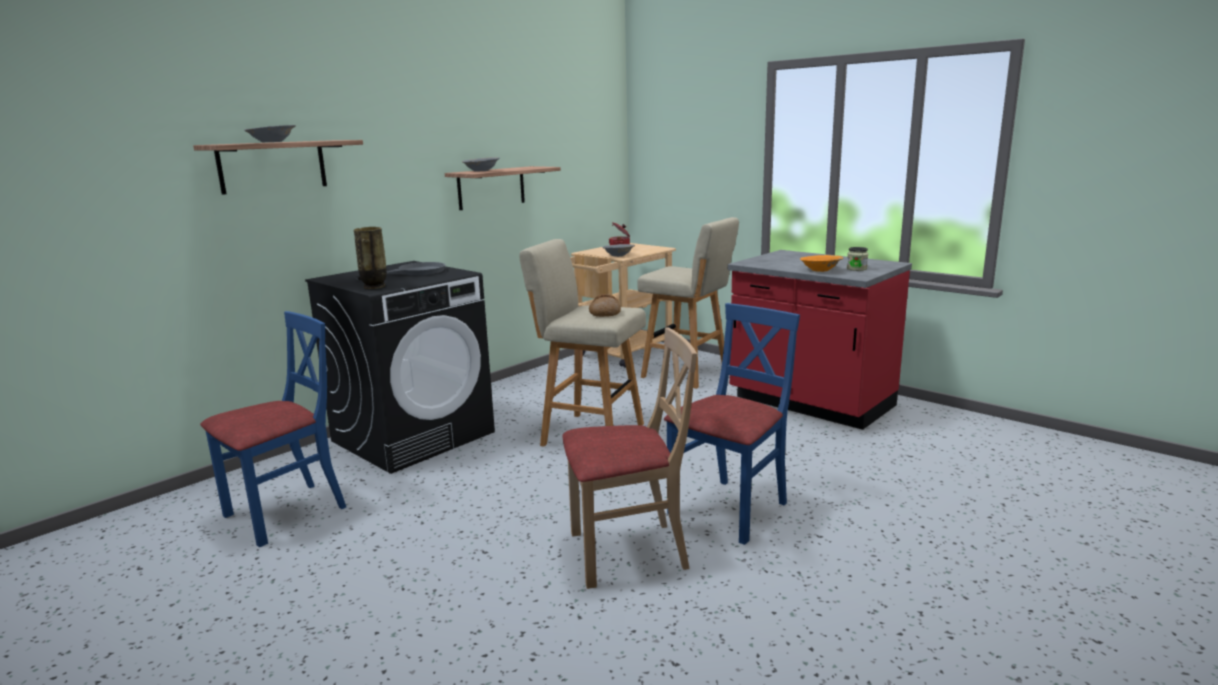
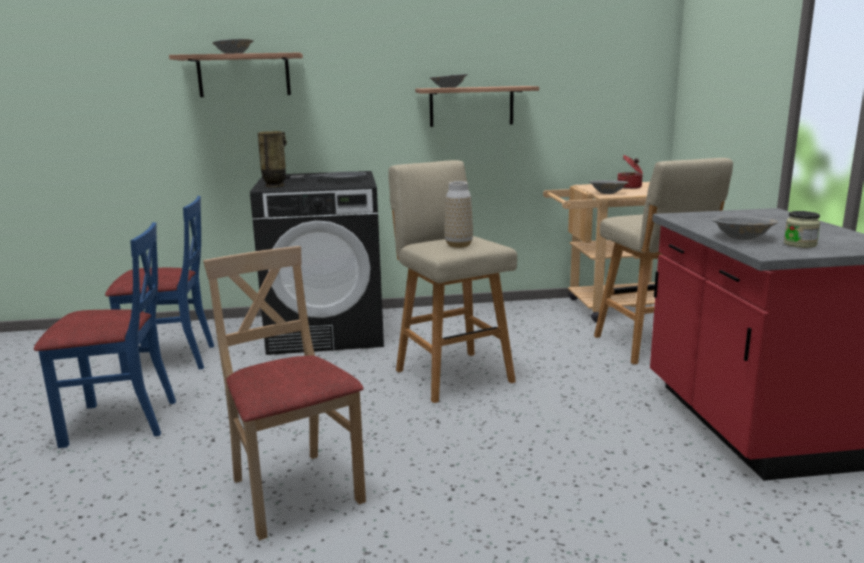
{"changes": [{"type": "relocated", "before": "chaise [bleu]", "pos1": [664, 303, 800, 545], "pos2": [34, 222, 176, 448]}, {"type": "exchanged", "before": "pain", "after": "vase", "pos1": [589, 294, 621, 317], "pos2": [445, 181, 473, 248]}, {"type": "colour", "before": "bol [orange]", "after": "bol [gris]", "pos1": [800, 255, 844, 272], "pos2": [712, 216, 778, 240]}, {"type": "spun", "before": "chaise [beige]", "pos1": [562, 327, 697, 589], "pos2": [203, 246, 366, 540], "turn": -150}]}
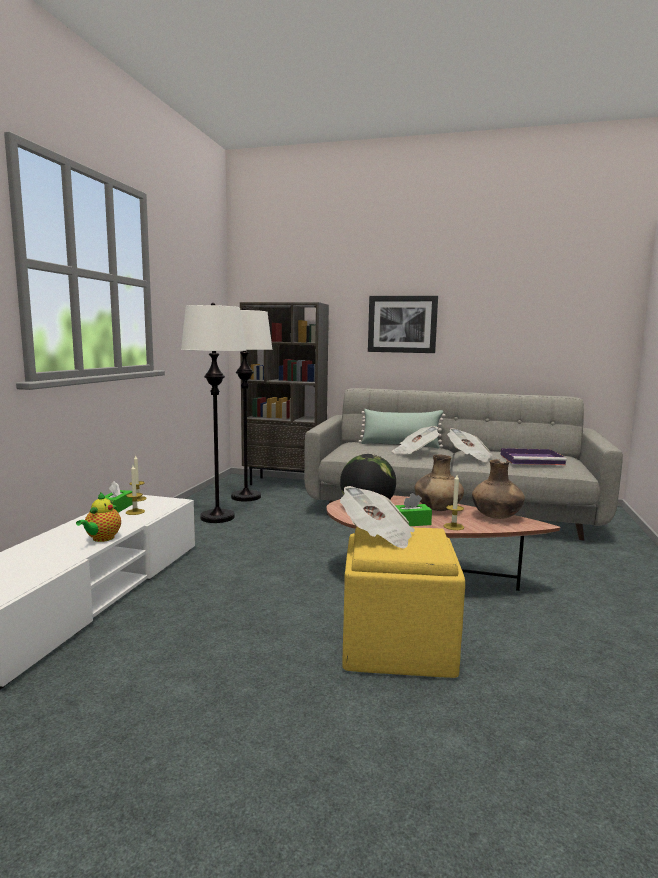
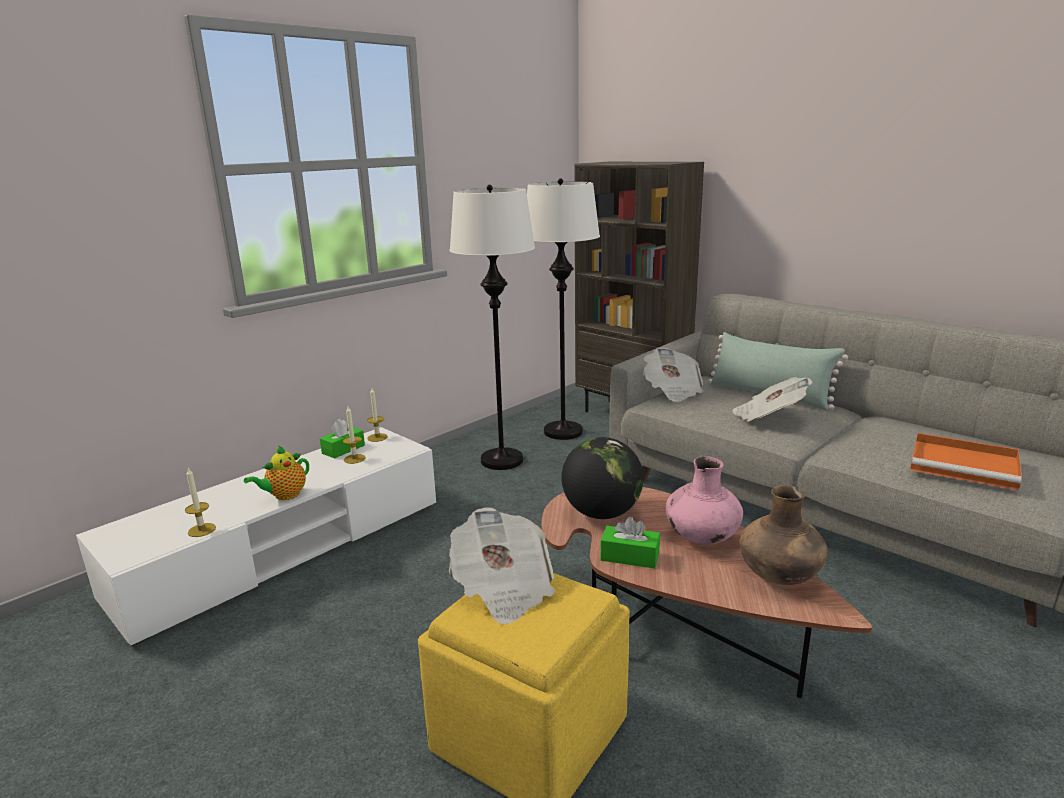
{"changes": [{"type": "missing", "before": "tableau", "pos1": [368, 296, 438, 353]}, {"type": "relocated", "before": "bougie", "pos1": [444, 475, 464, 530], "pos2": [185, 468, 216, 537]}, {"type": "relocated", "before": "journal", "pos1": [448, 428, 493, 462], "pos2": [643, 347, 703, 402]}, {"type": "colour", "before": "vase [marron]", "after": "vase [rose]", "pos1": [415, 454, 464, 511], "pos2": [666, 456, 743, 545]}, {"type": "colour", "before": "plateau [violet]", "after": "plateau [orange]", "pos1": [501, 448, 567, 465], "pos2": [910, 433, 1022, 491]}]}
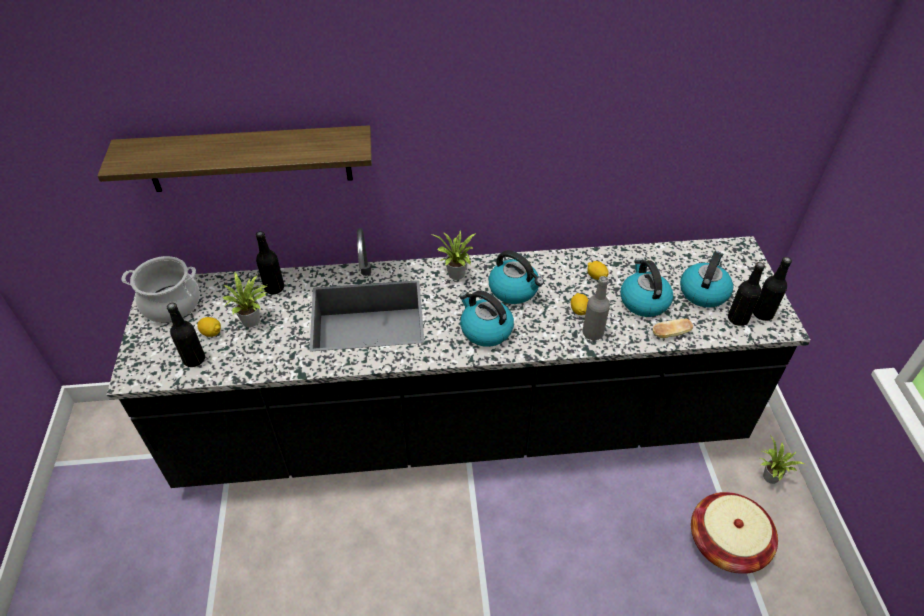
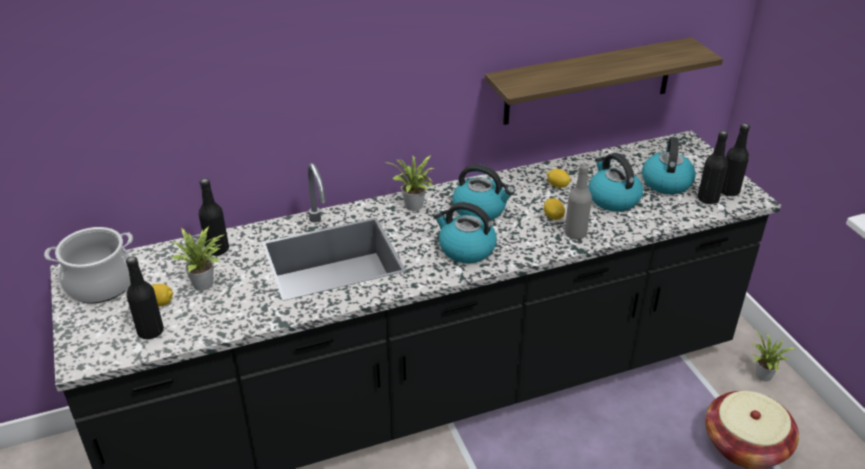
{"changes": [{"type": "missing", "before": "pain", "pos1": [652, 319, 693, 338]}, {"type": "relocated", "before": "étagère", "pos1": [97, 125, 372, 192], "pos2": [485, 37, 723, 125]}]}
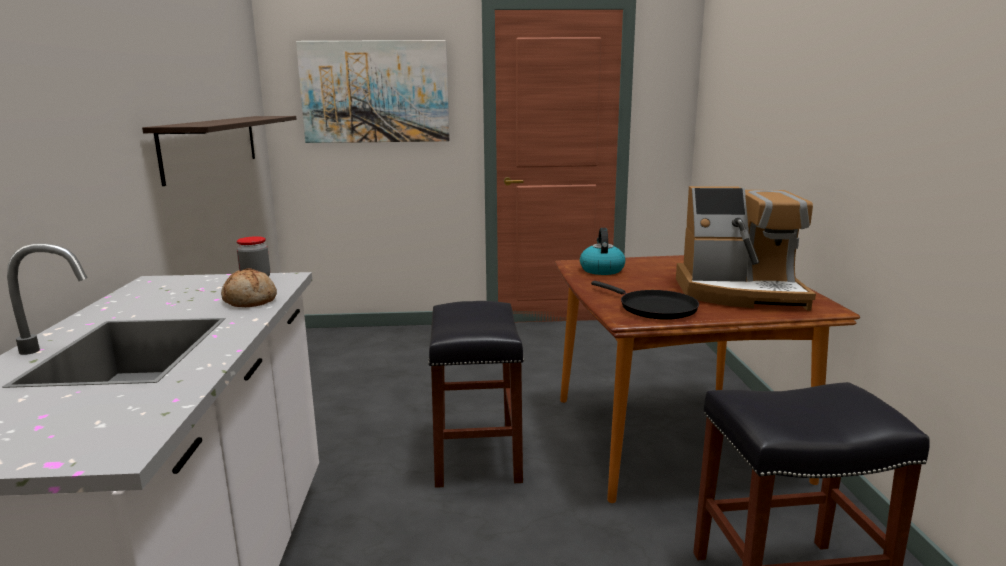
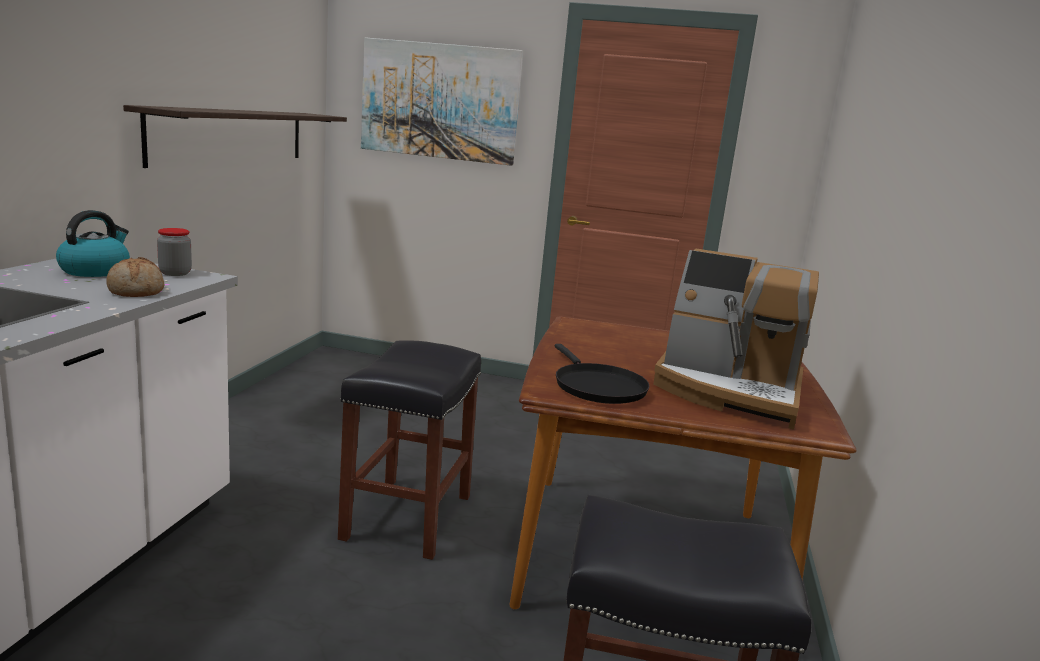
{"changes": [{"type": "relocated", "before": "bouilloire", "pos1": [580, 228, 625, 275], "pos2": [56, 210, 130, 277]}]}
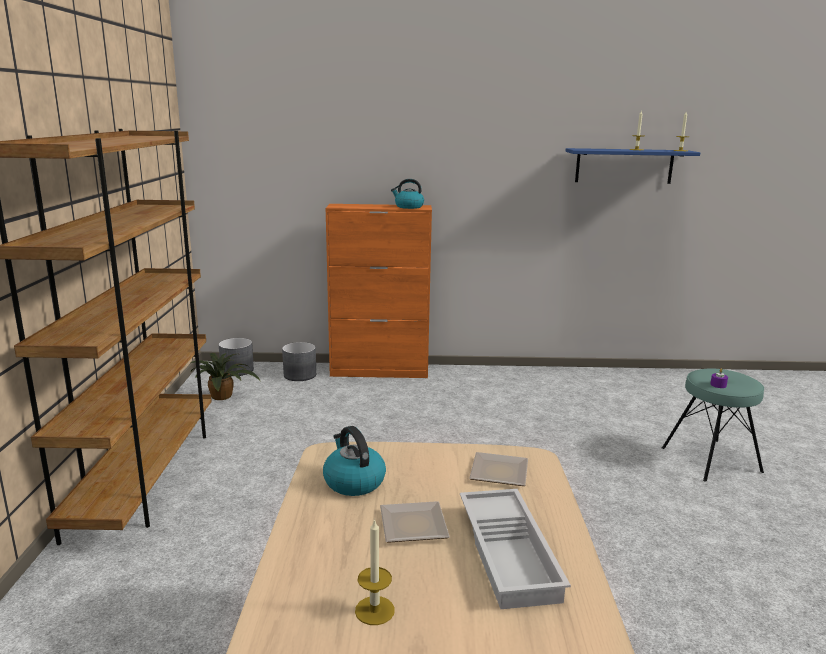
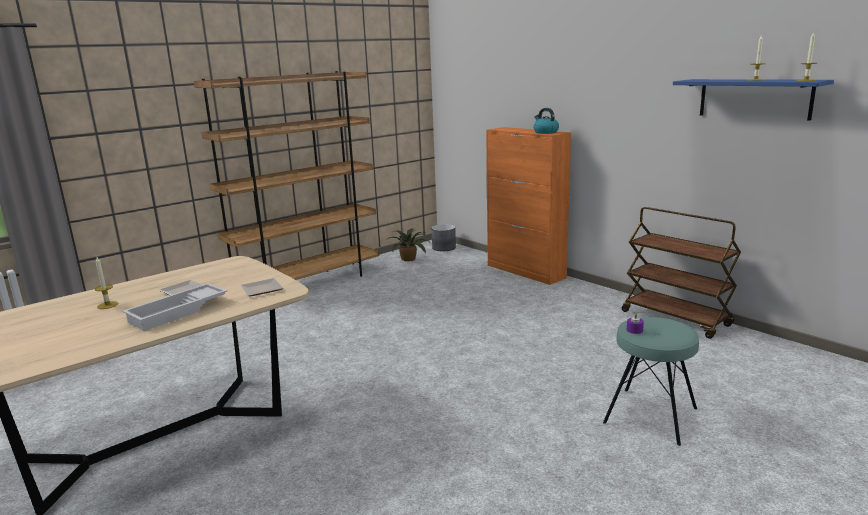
{"changes": [{"type": "missing", "before": "cache-pot [gris]", "pos1": [282, 342, 316, 381]}, {"type": "missing", "before": "bouilloire", "pos1": [323, 426, 386, 496]}, {"type": "appeared", "after": "chariot [marron]", "pos2": [622, 207, 741, 339]}]}
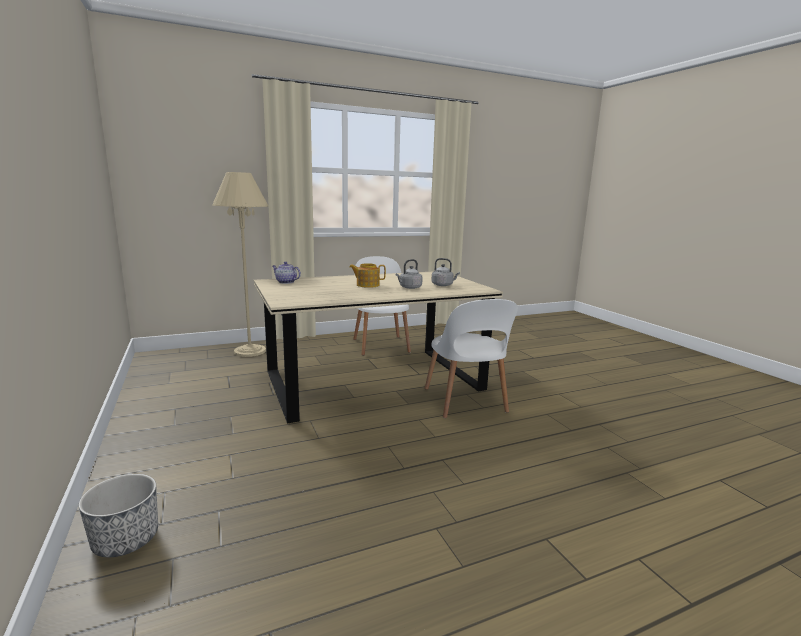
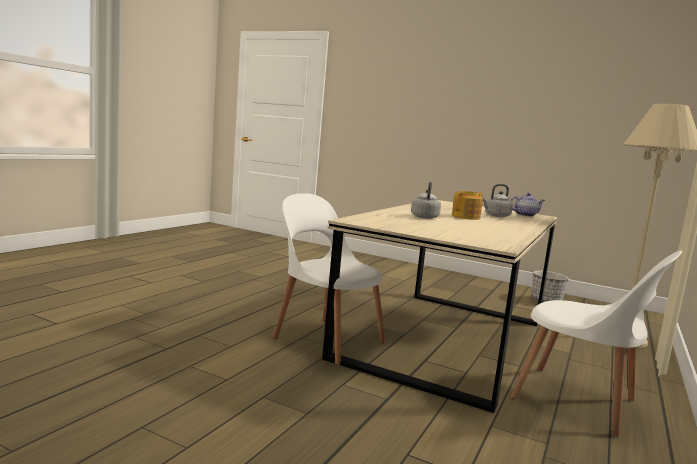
{"changes": [{"type": "relocated", "before": "cache-pot", "pos1": [78, 474, 158, 557], "pos2": [531, 271, 568, 303]}, {"type": "relocated", "before": "bouilloire [gris]", "pos1": [431, 258, 460, 286], "pos2": [482, 184, 513, 217]}]}
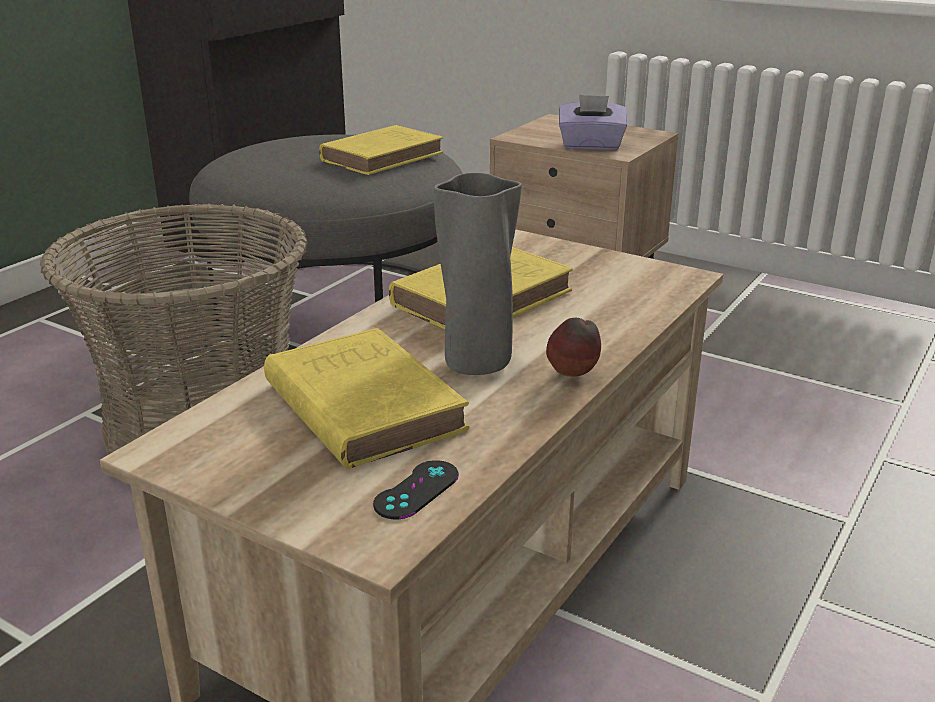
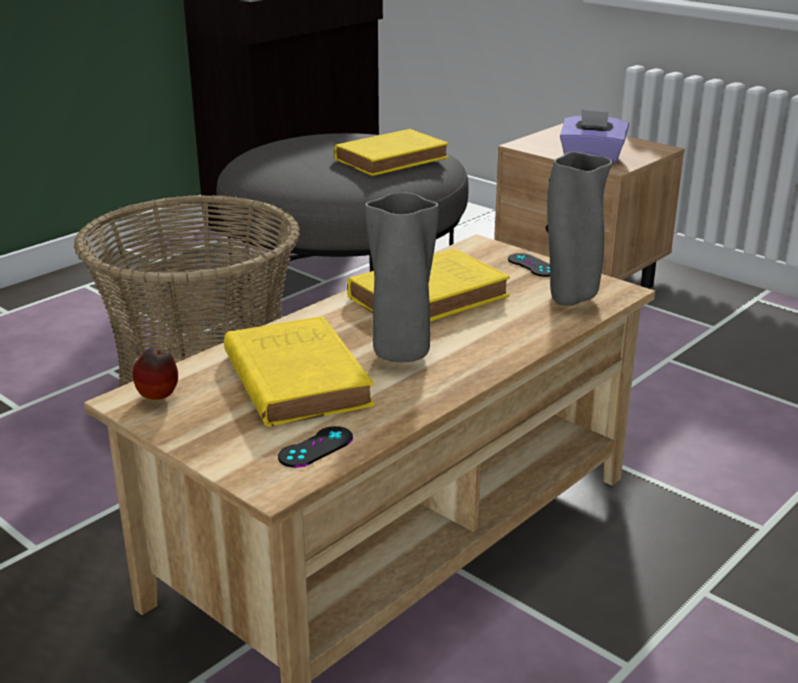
{"changes": [{"type": "appeared", "after": "manette [noir]", "pos2": [508, 253, 550, 277]}, {"type": "appeared", "after": "vase [gris]", "pos2": [547, 152, 612, 306]}, {"type": "relocated", "before": "pomme", "pos1": [546, 318, 601, 377], "pos2": [132, 347, 178, 400]}]}
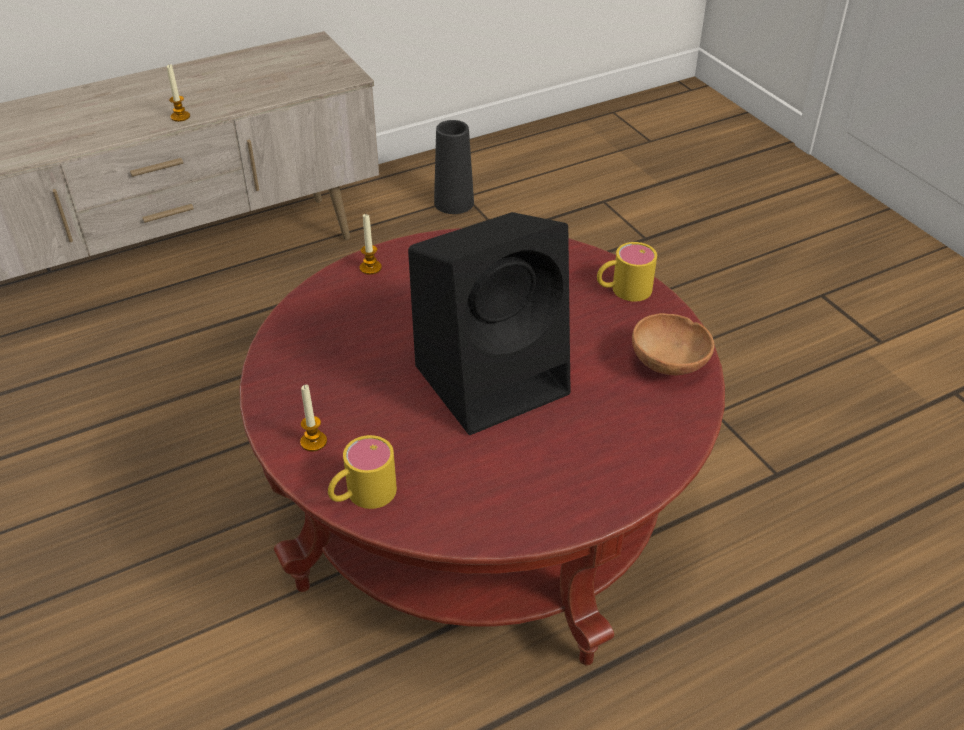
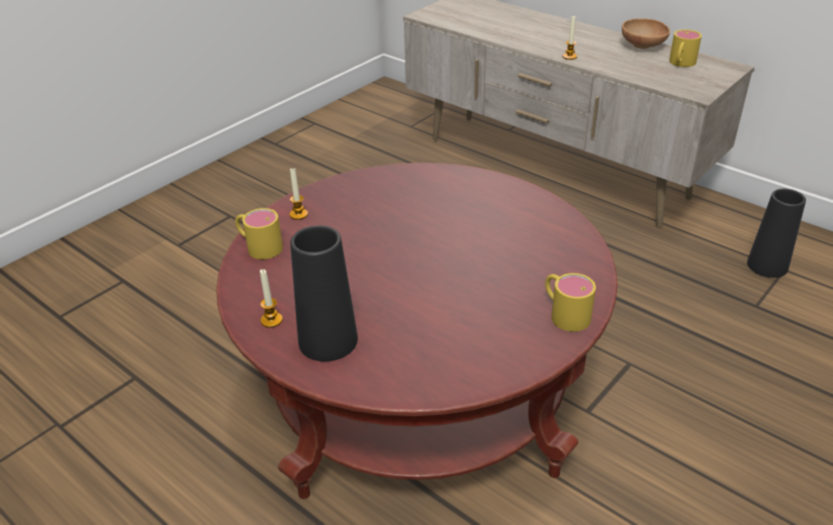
{"changes": [{"type": "missing", "before": "enceinte [noir]", "pos1": [408, 212, 571, 435]}, {"type": "appeared", "after": "vase [noir]", "pos2": [290, 225, 358, 362]}, {"type": "appeared", "after": "mug [jaune]", "pos2": [669, 30, 702, 67]}, {"type": "relocated", "before": "bougie", "pos1": [360, 214, 382, 275], "pos2": [260, 269, 283, 328]}, {"type": "relocated", "before": "bol [marron]", "pos1": [632, 313, 714, 375], "pos2": [622, 18, 670, 49]}]}
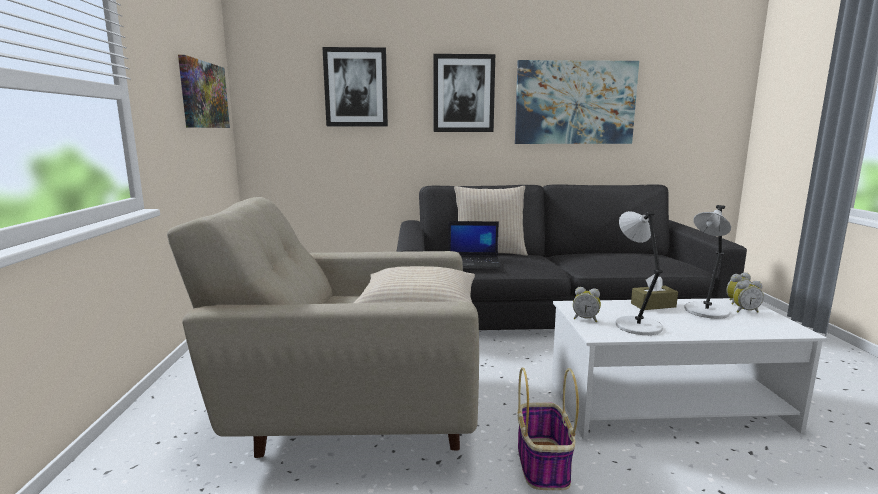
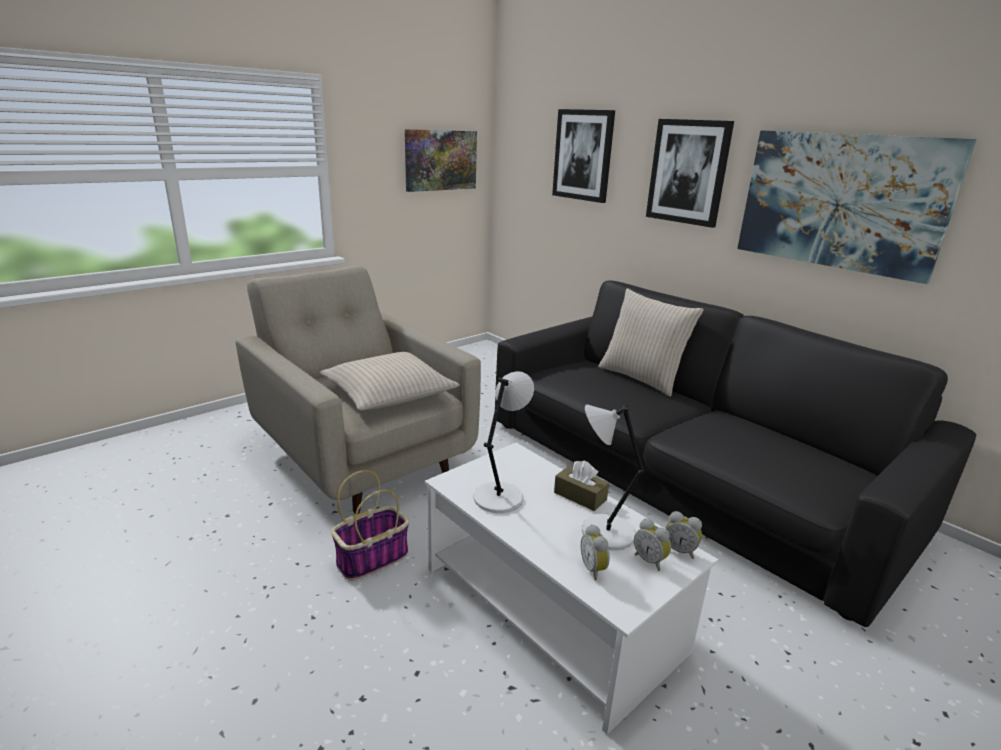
{"changes": [{"type": "missing", "before": "ordinateur portable", "pos1": [448, 221, 501, 268]}, {"type": "relocated", "before": "réveil", "pos1": [573, 287, 601, 322], "pos2": [581, 524, 610, 580]}]}
